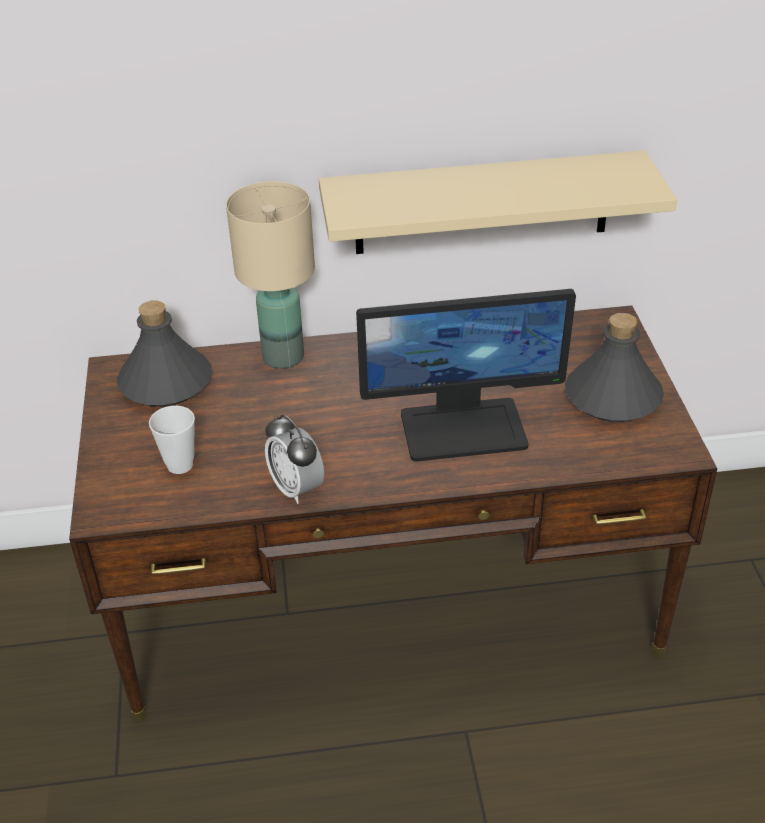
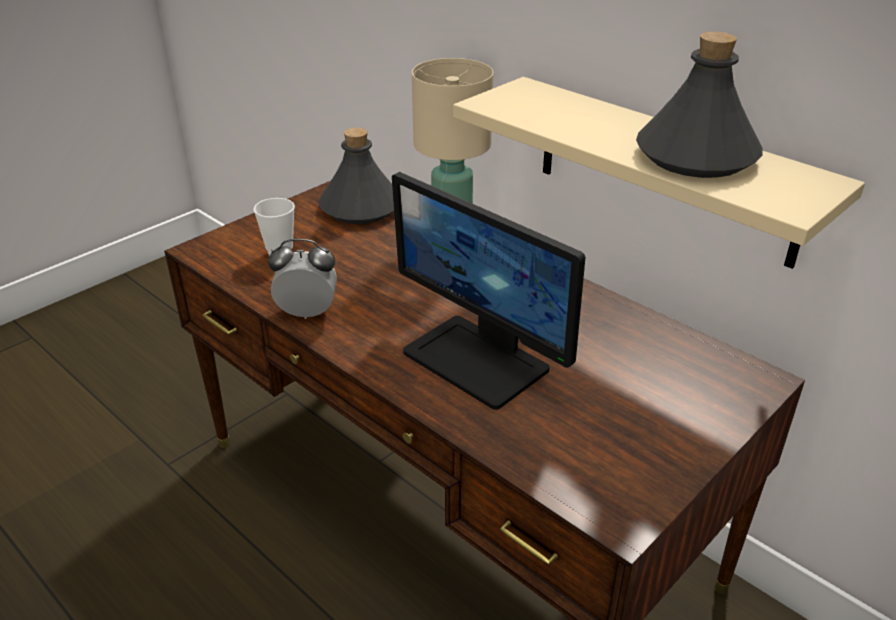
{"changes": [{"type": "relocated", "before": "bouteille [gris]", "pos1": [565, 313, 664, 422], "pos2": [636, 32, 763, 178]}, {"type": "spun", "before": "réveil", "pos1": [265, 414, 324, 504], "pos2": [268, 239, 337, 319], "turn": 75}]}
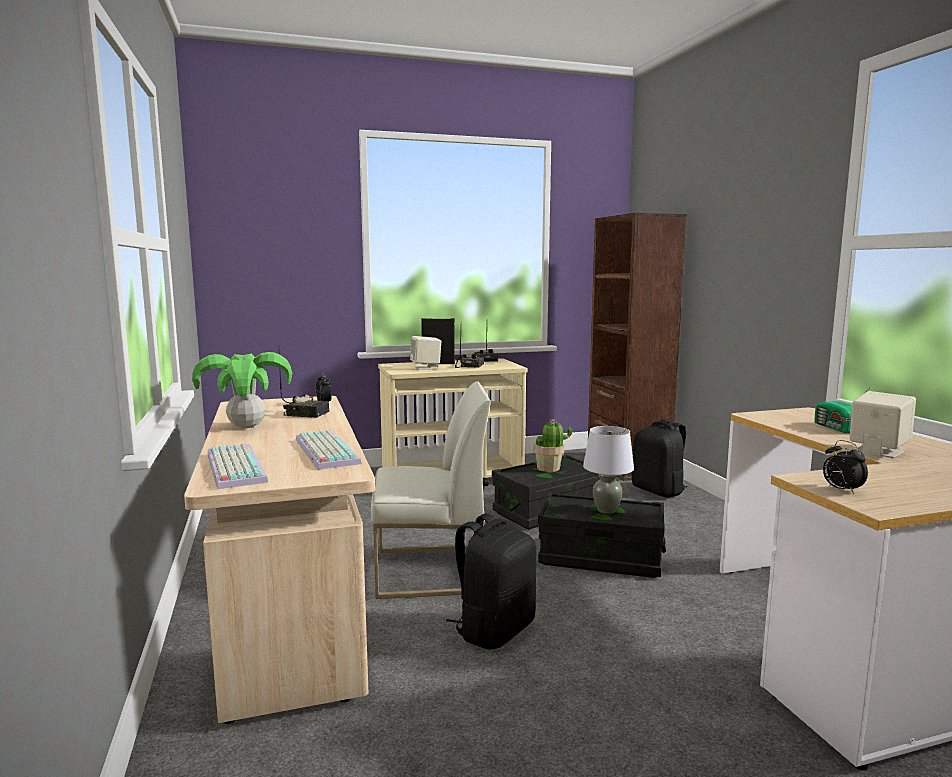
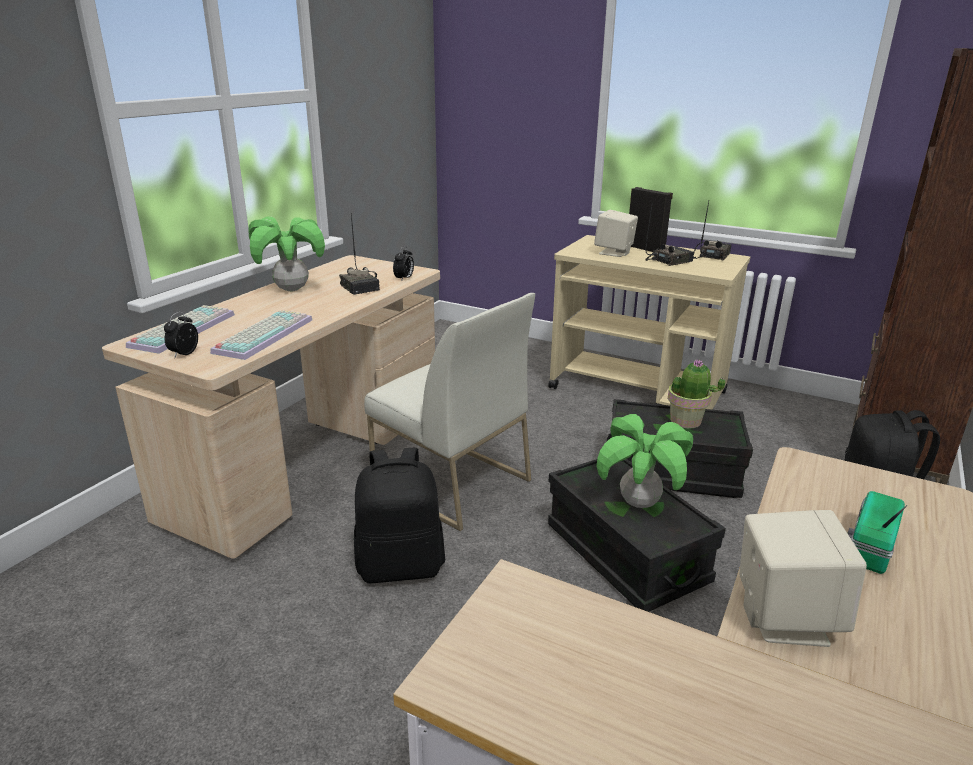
{"changes": [{"type": "relocated", "before": "réveil", "pos1": [823, 440, 868, 494], "pos2": [164, 312, 198, 358]}, {"type": "exchanged", "before": "lampe de table [gris]", "after": "plante en pot", "pos1": [583, 426, 634, 514], "pos2": [596, 414, 693, 508]}]}
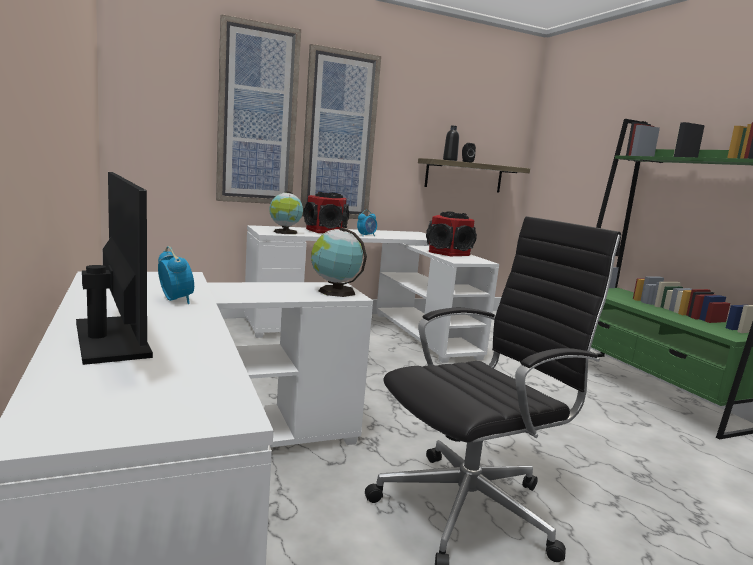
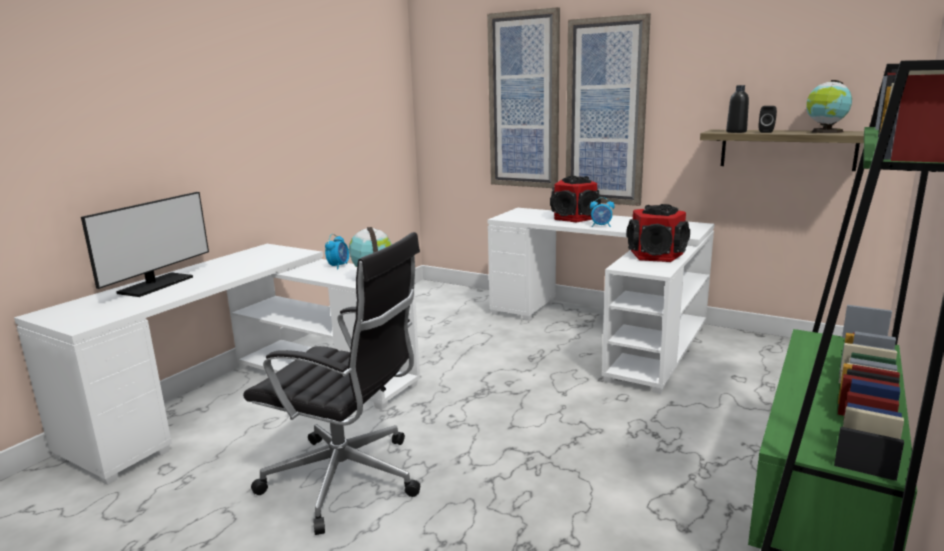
{"changes": [{"type": "relocated", "before": "réveil", "pos1": [158, 246, 194, 304], "pos2": [325, 234, 349, 270]}, {"type": "relocated", "before": "globe", "pos1": [269, 191, 303, 234], "pos2": [806, 80, 852, 133]}]}
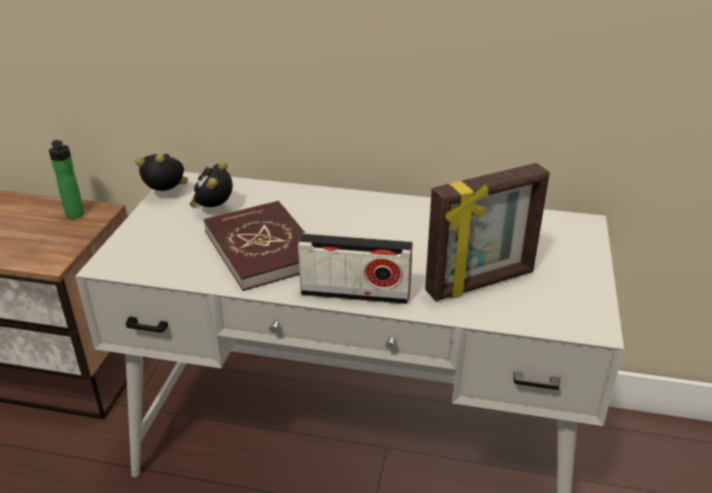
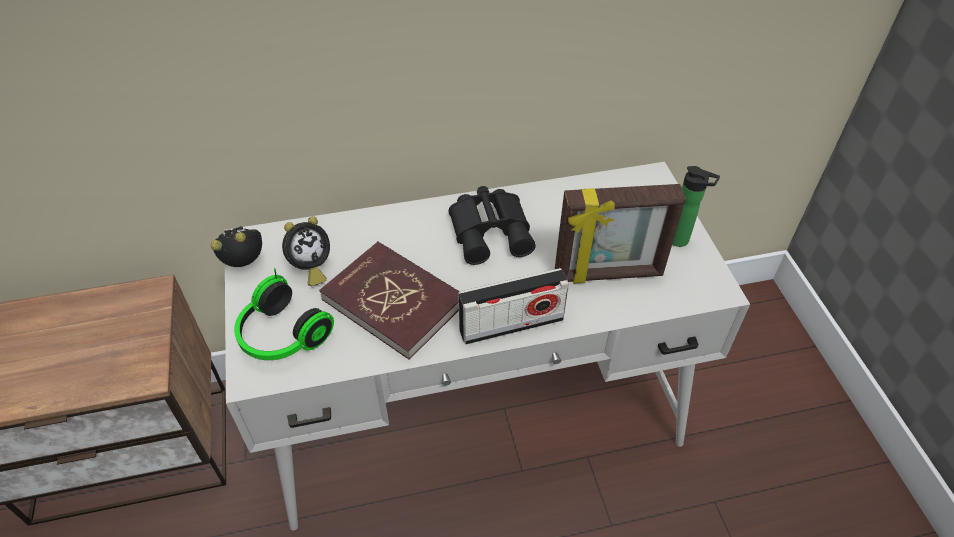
{"changes": [{"type": "appeared", "after": "casque audio", "pos2": [234, 268, 334, 360]}, {"type": "appeared", "after": "jumelles [noir]", "pos2": [449, 186, 536, 265]}, {"type": "relocated", "before": "bouteille", "pos1": [49, 140, 84, 219], "pos2": [672, 166, 720, 247]}, {"type": "spun", "before": "réveil", "pos1": [189, 161, 233, 207], "pos2": [282, 216, 330, 286], "turn": -120}, {"type": "spun", "before": "cadre photo", "pos1": [425, 163, 550, 301], "pos2": [555, 184, 686, 284], "turn": 45}]}
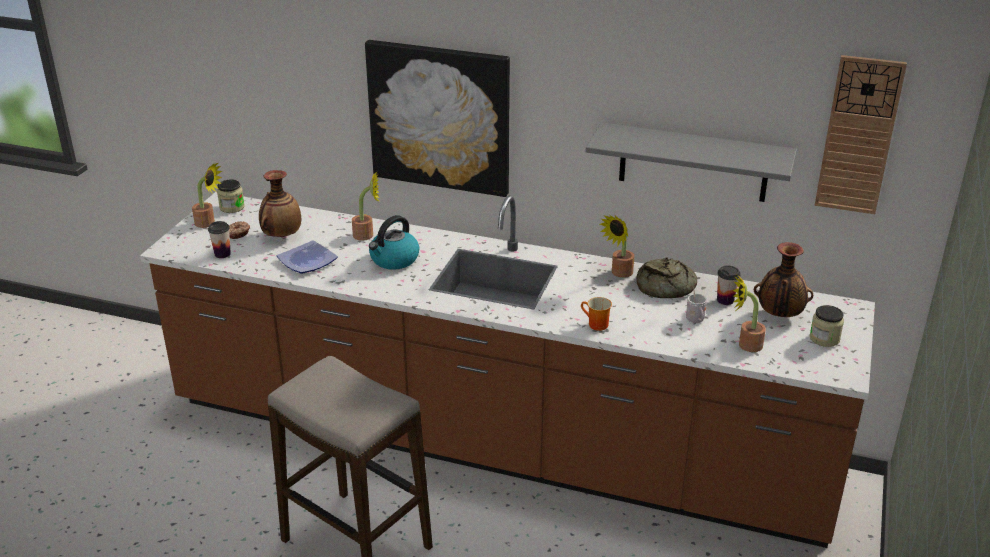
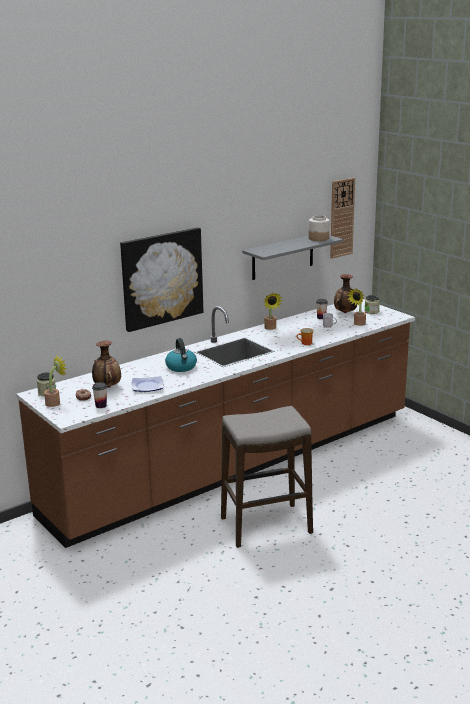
{"changes": [{"type": "missing", "before": "plante en pot", "pos1": [352, 171, 380, 241]}, {"type": "missing", "before": "pain", "pos1": [636, 257, 697, 298]}, {"type": "appeared", "after": "bocal", "pos2": [309, 215, 330, 241]}]}
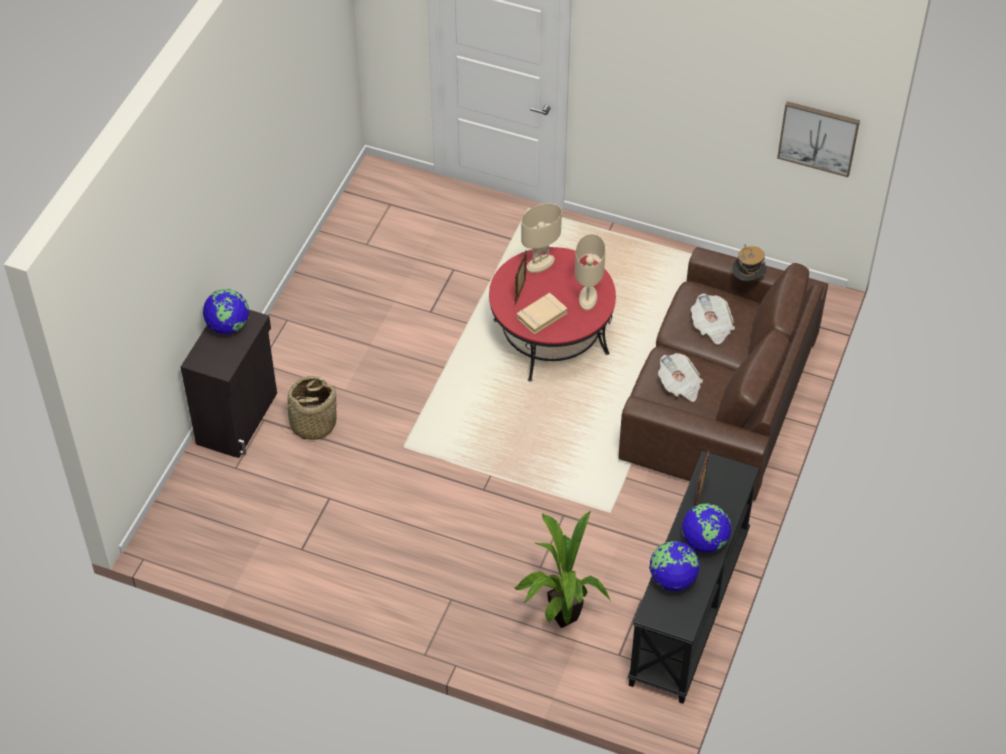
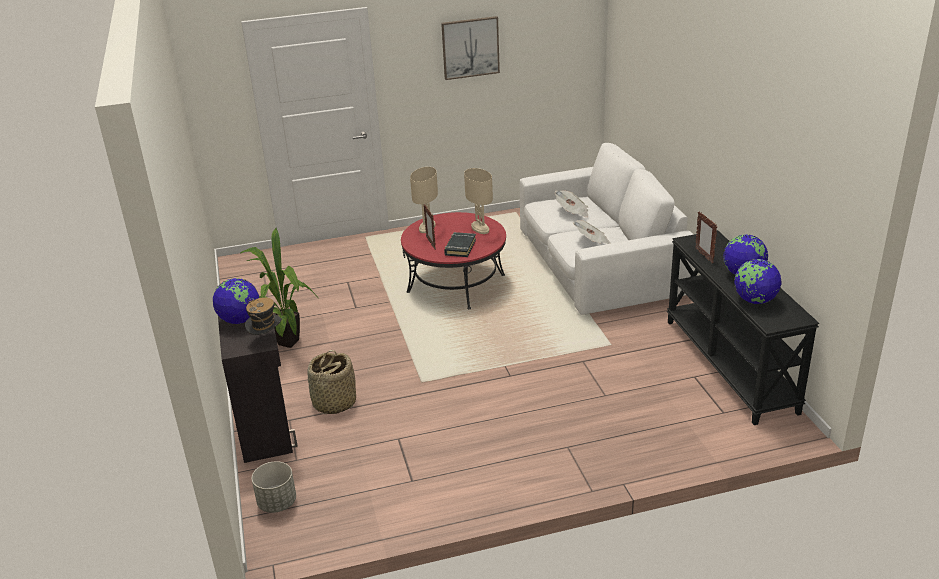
{"changes": [{"type": "appeared", "after": "cache-pot [gris]", "pos2": [252, 461, 296, 513]}, {"type": "relocated", "before": "plante en pot", "pos1": [514, 511, 610, 628], "pos2": [240, 228, 319, 348]}, {"type": "relocated", "before": "chapeau", "pos1": [733, 245, 766, 281], "pos2": [245, 297, 282, 335]}, {"type": "relocated", "before": "tableau", "pos1": [777, 101, 860, 177], "pos2": [441, 16, 500, 80]}, {"type": "colour", "before": "livre [beige]", "after": "livre [noir]", "pos1": [517, 293, 567, 335], "pos2": [444, 232, 476, 257]}, {"type": "colour", "before": "canapé [marron]", "after": "canapé [blanc]", "pos1": [618, 247, 828, 501], "pos2": [520, 143, 694, 315]}]}
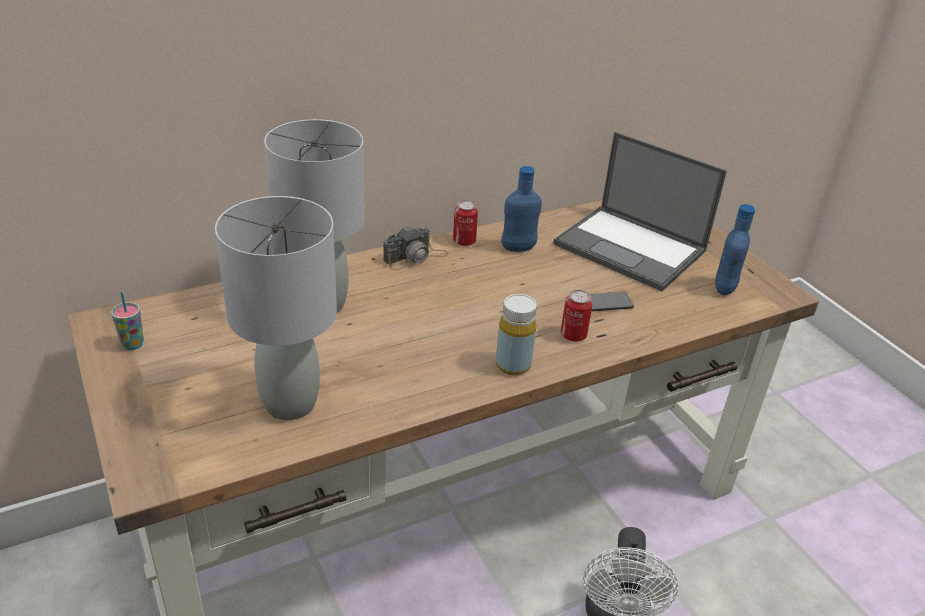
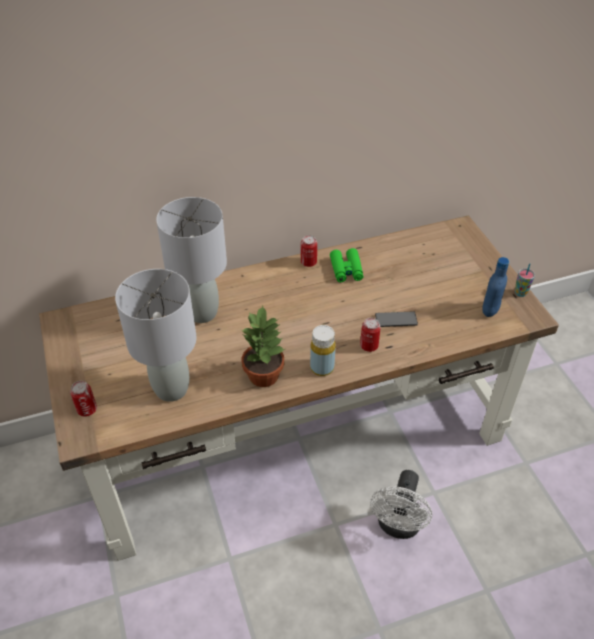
{"changes": [{"type": "missing", "before": "appareil photo", "pos1": [383, 226, 449, 270]}, {"type": "missing", "before": "ordinateur portable", "pos1": [553, 132, 727, 291]}, {"type": "appeared", "after": "boîte métallique", "pos2": [70, 381, 97, 417]}, {"type": "appeared", "after": "plante en pot", "pos2": [241, 306, 285, 387]}, {"type": "relocated", "before": "tasse", "pos1": [111, 292, 144, 350], "pos2": [515, 263, 535, 297]}, {"type": "exchanged", "before": "bouteille [bleu]", "after": "jumelles [vert]", "pos1": [501, 166, 542, 252], "pos2": [330, 248, 363, 282]}]}
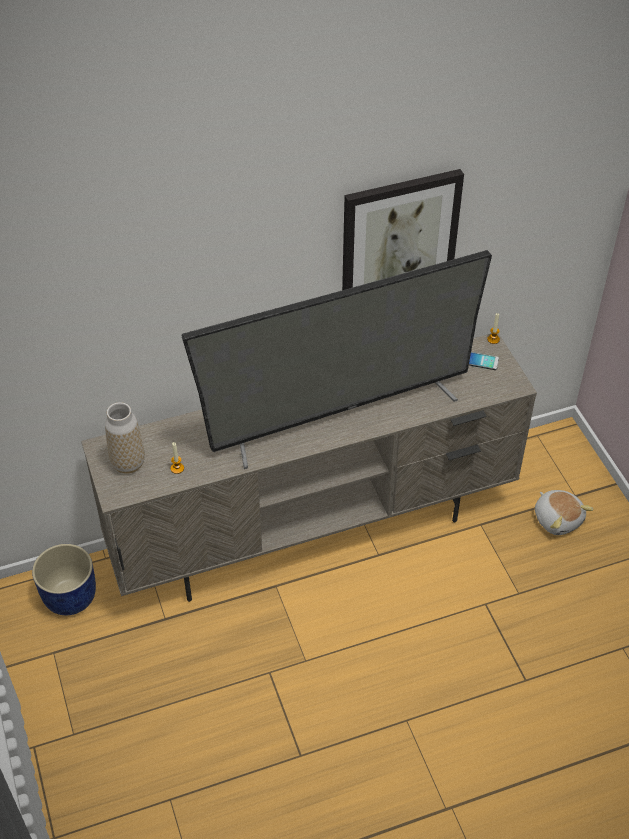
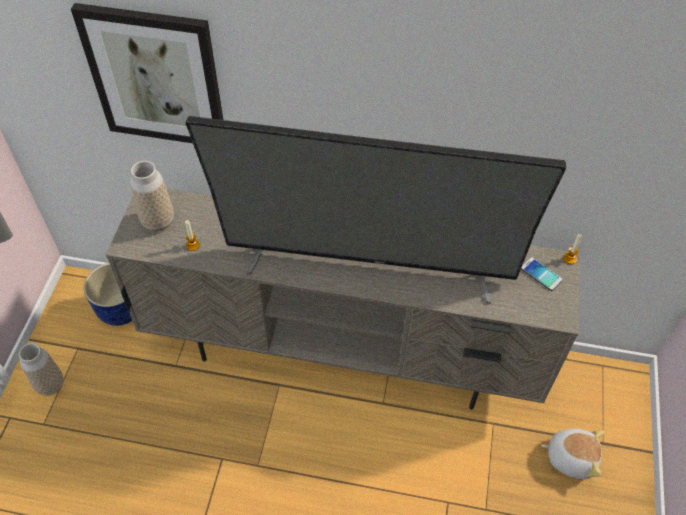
{"changes": [{"type": "appeared", "after": "vase", "pos2": [19, 343, 64, 396]}, {"type": "relocated", "before": "tableau", "pos1": [342, 169, 464, 290], "pos2": [71, 3, 223, 143]}, {"type": "spun", "before": "peluche", "pos1": [535, 490, 594, 535], "pos2": [541, 429, 604, 479], "turn": -75}]}
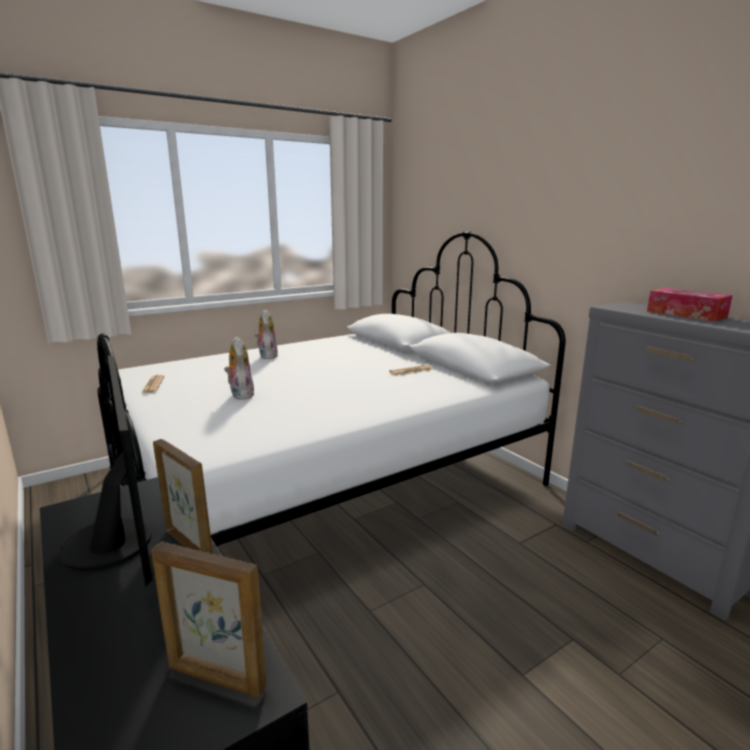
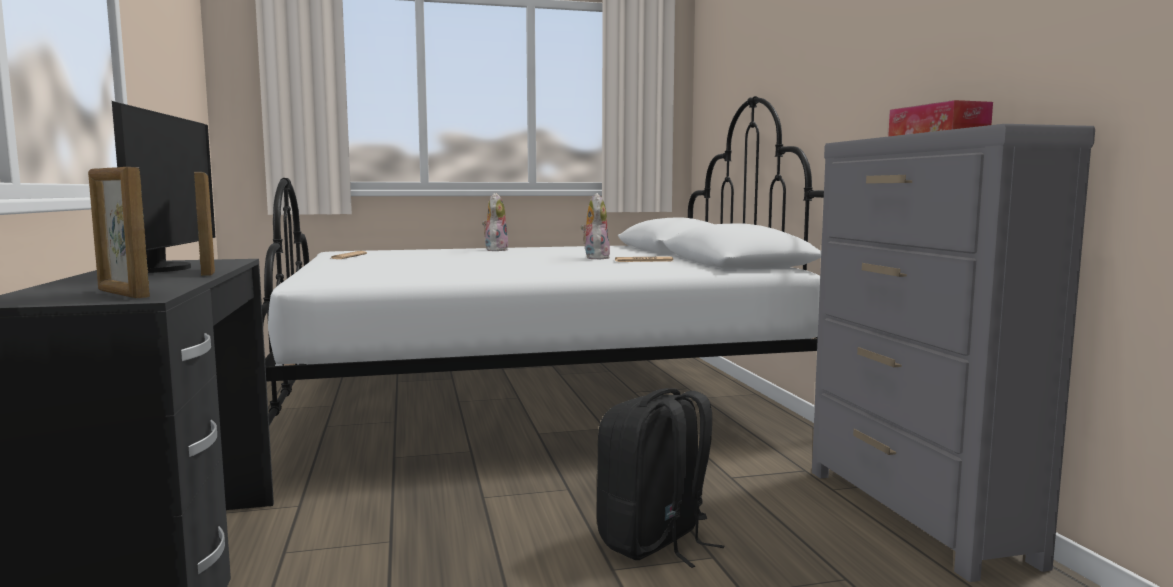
{"changes": [{"type": "appeared", "after": "sac à dos [noir]", "pos2": [597, 388, 725, 568]}, {"type": "relocated", "before": "peluche", "pos1": [224, 336, 255, 400], "pos2": [581, 193, 610, 259]}]}
